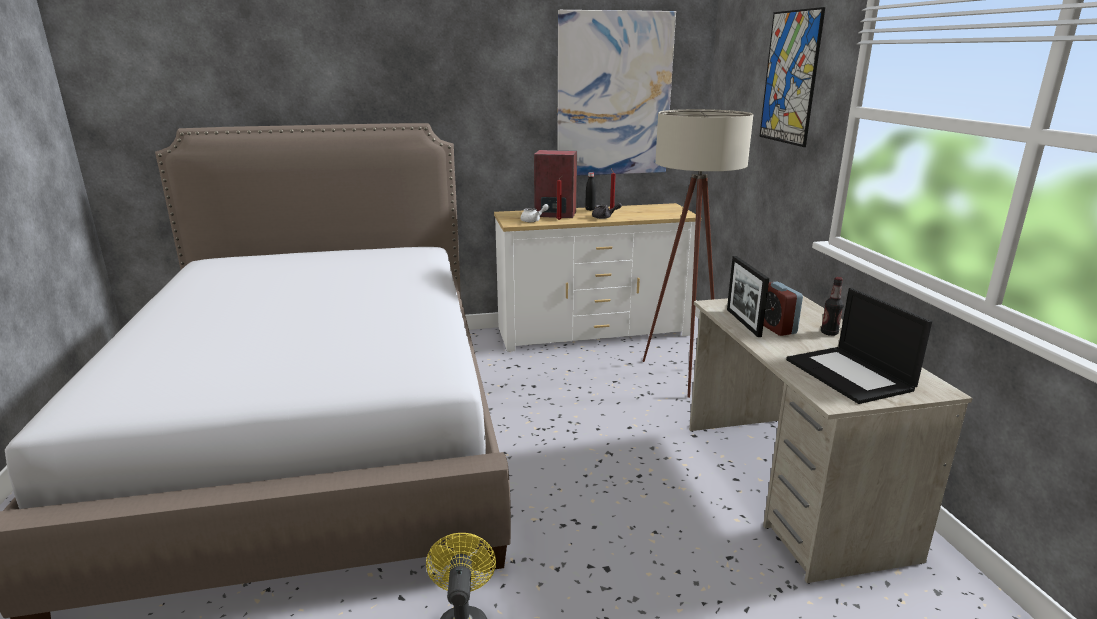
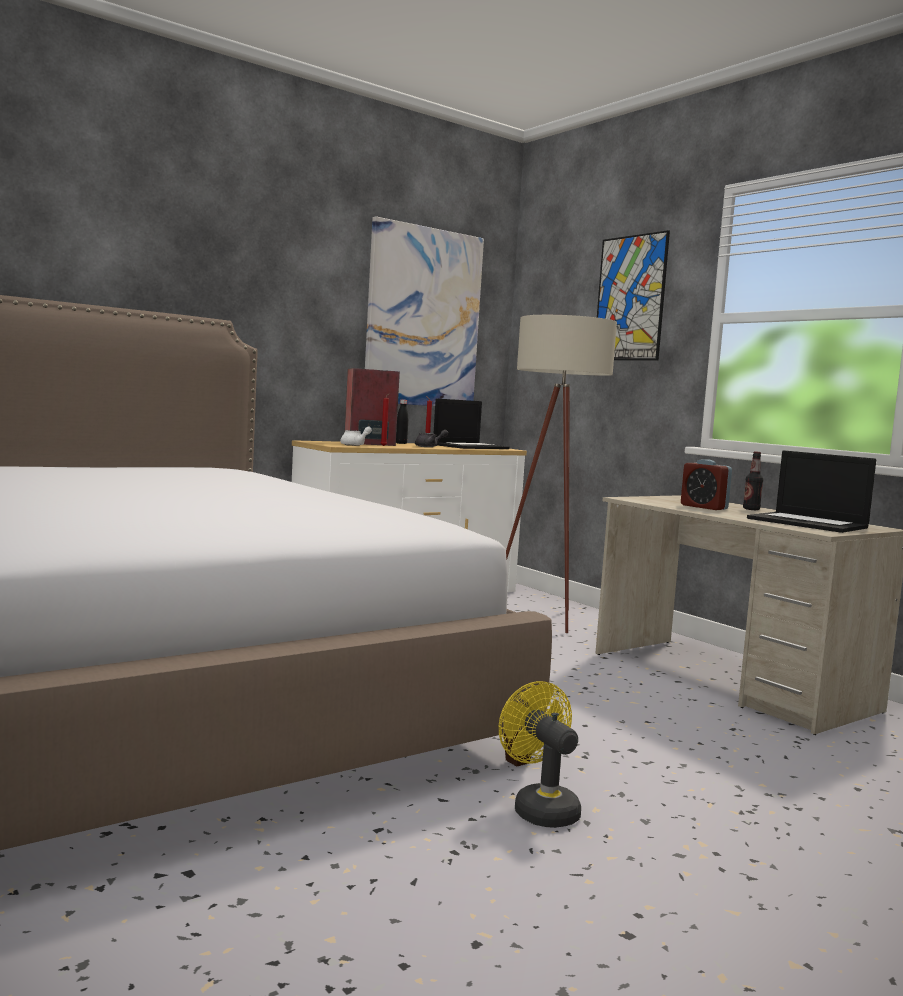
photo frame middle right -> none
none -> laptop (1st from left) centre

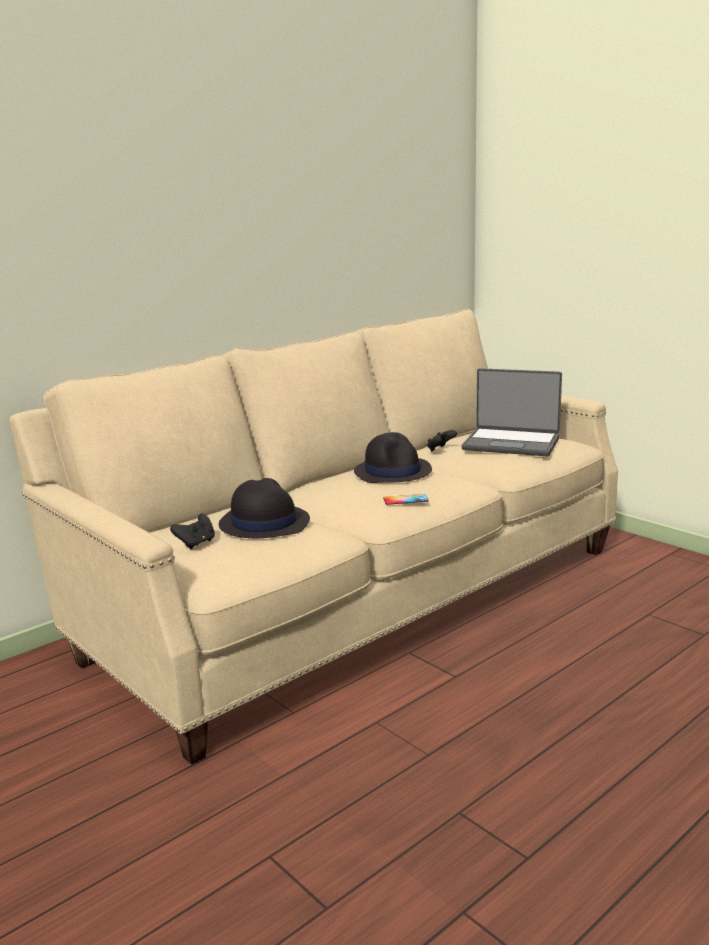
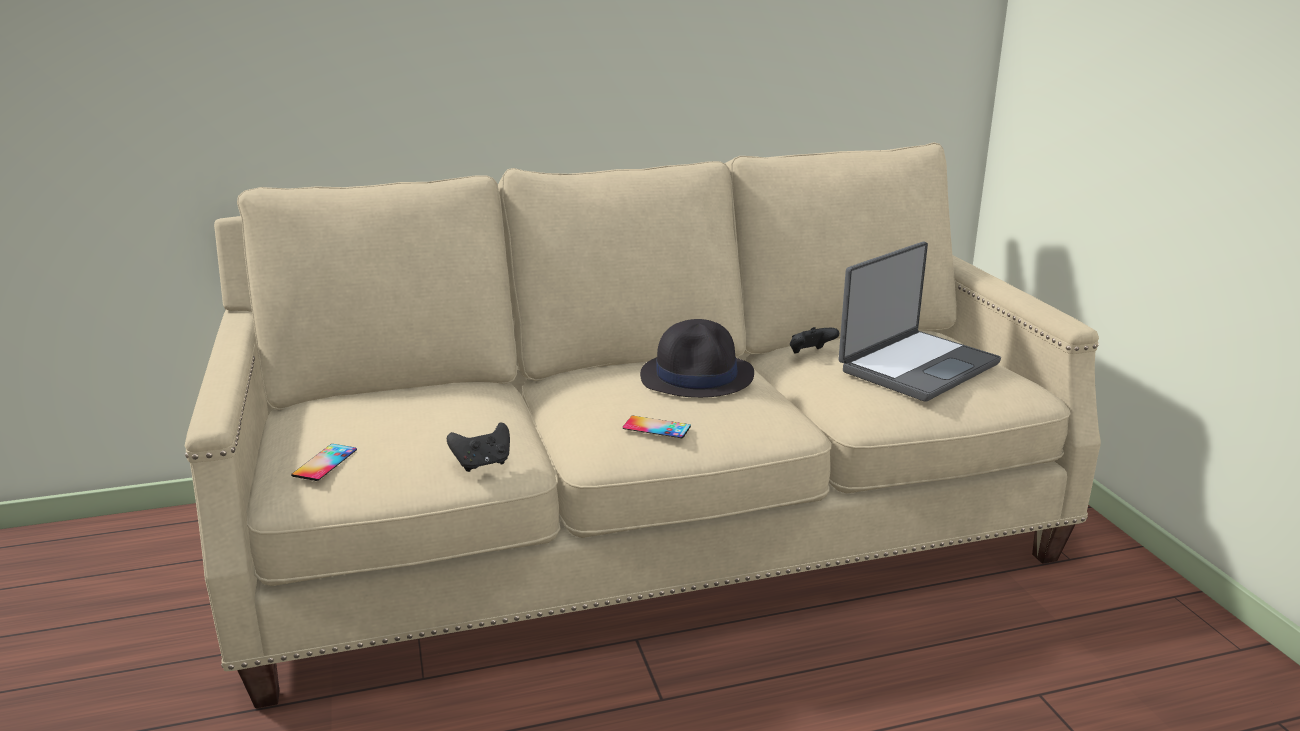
black hat (1st from left) centre -> none
none -> handset (1st from left) middle left
black game controller (1st from left) middle left -> black game controller (1st from left) centre, move
laptop middle right, 90 degrees counterclockwise

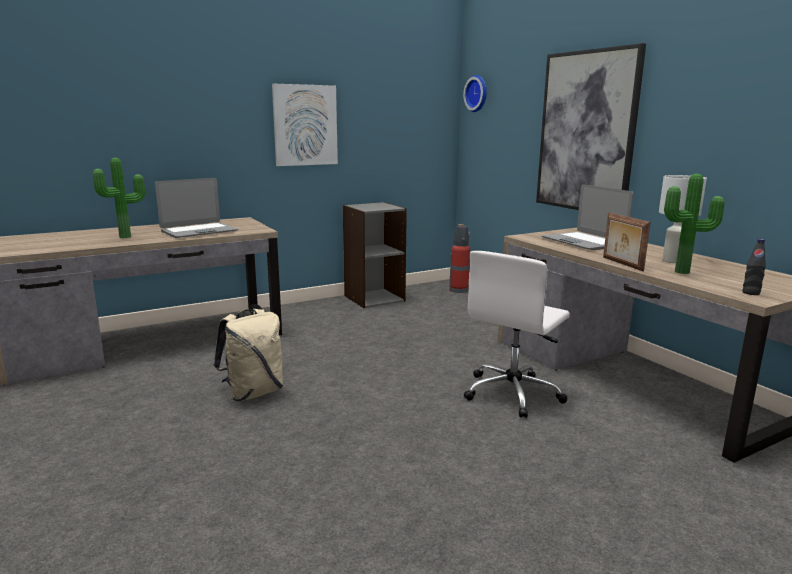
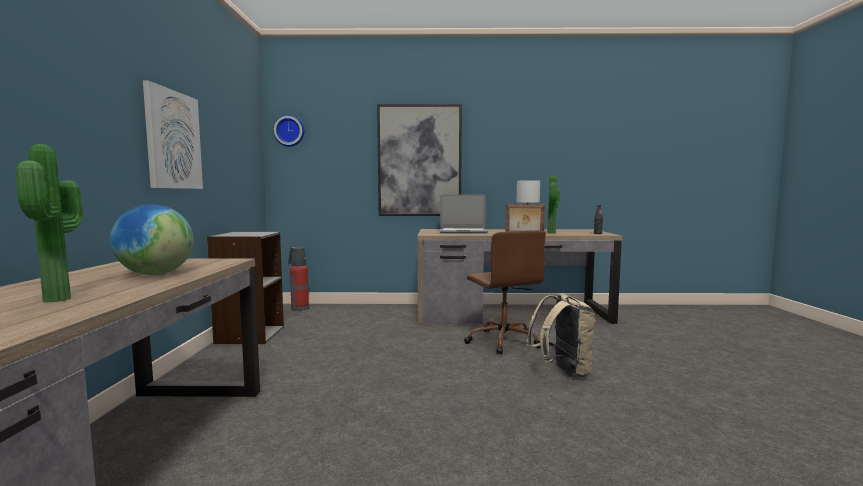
beige-coloured knapsack middle left -> beige-coloured knapsack bottom centre, move
laptop (1st from left) middle left -> desk globe middle left
whitish computer chair centre -> brown-coloured computer chair centre

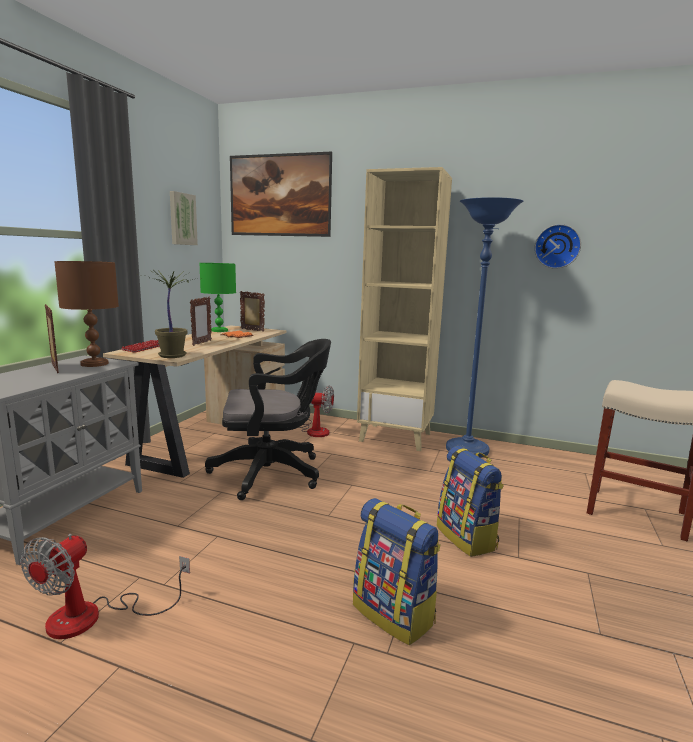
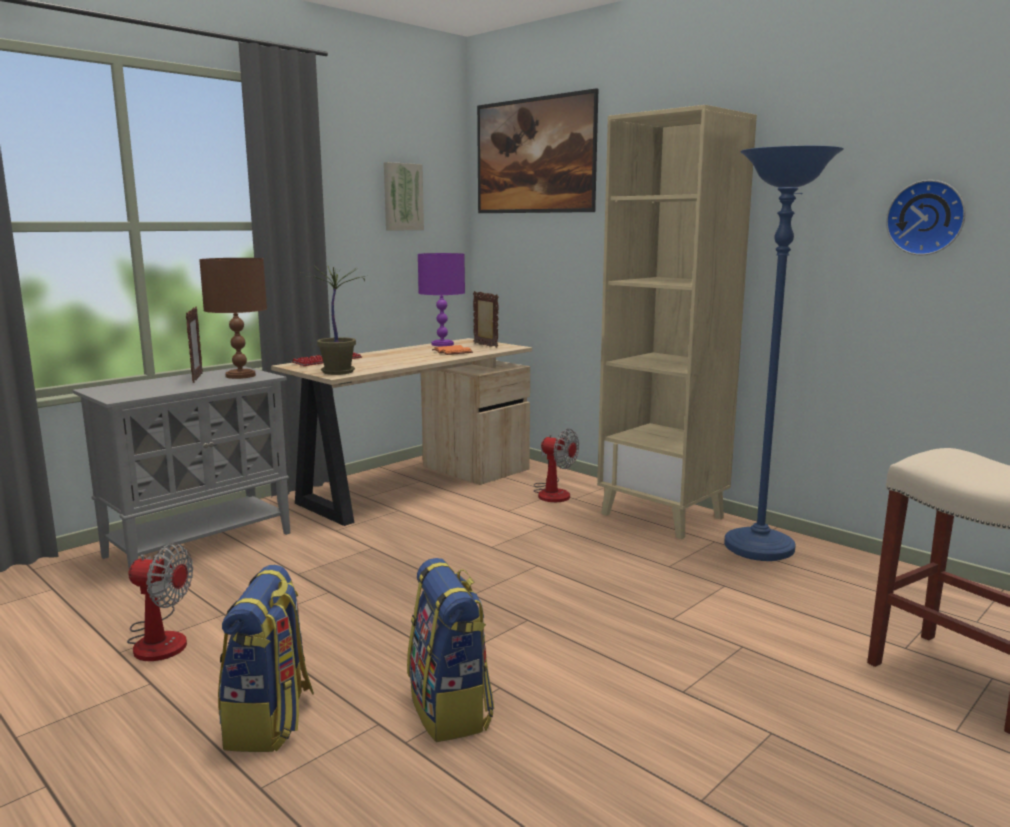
photo frame (2nd from left) middle left -> none
black computer chair centre -> none
knapsack (2nd from left in the first image) bottom right -> knapsack (1st from left) bottom left, move
greenish table lamp middle left -> purplish table lamp centre
cooling fan (1st from left) bottom left, 120 degrees counterclockwise

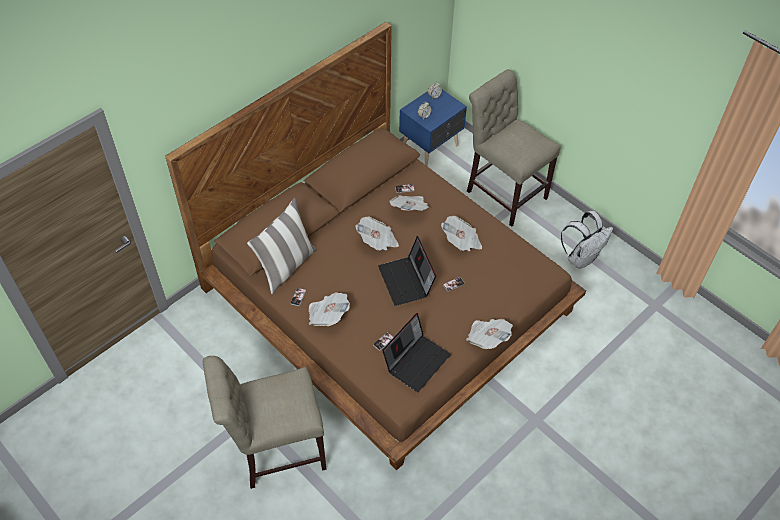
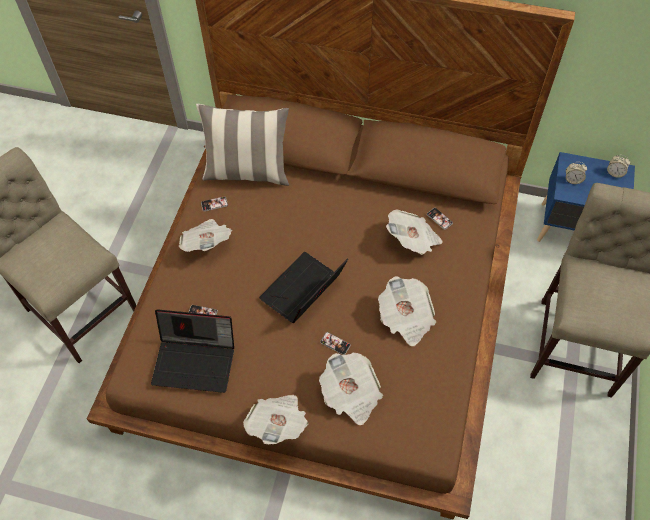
whitish knapsack middle right -> none
daily paper (2nd from left in the first image) centre -> daily paper (3rd from left) bottom centre, move

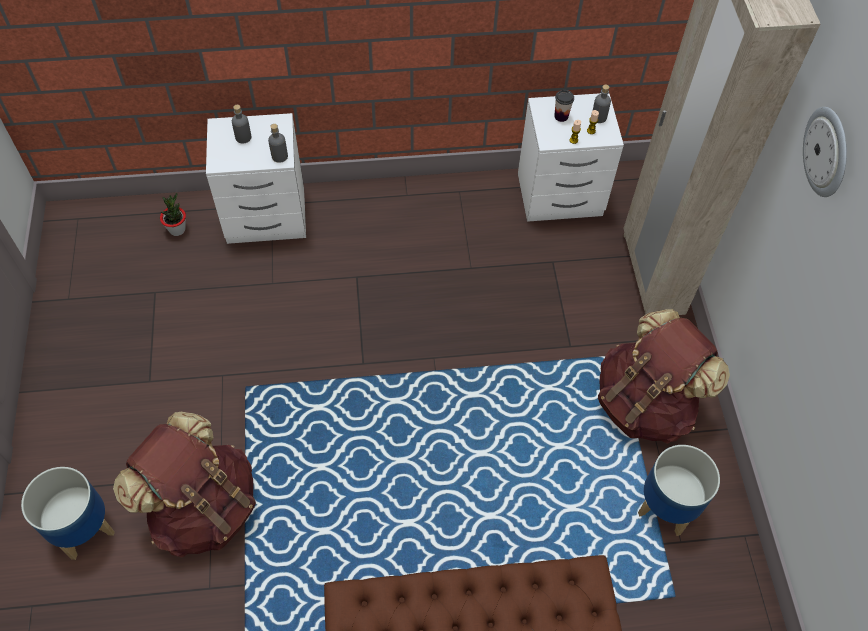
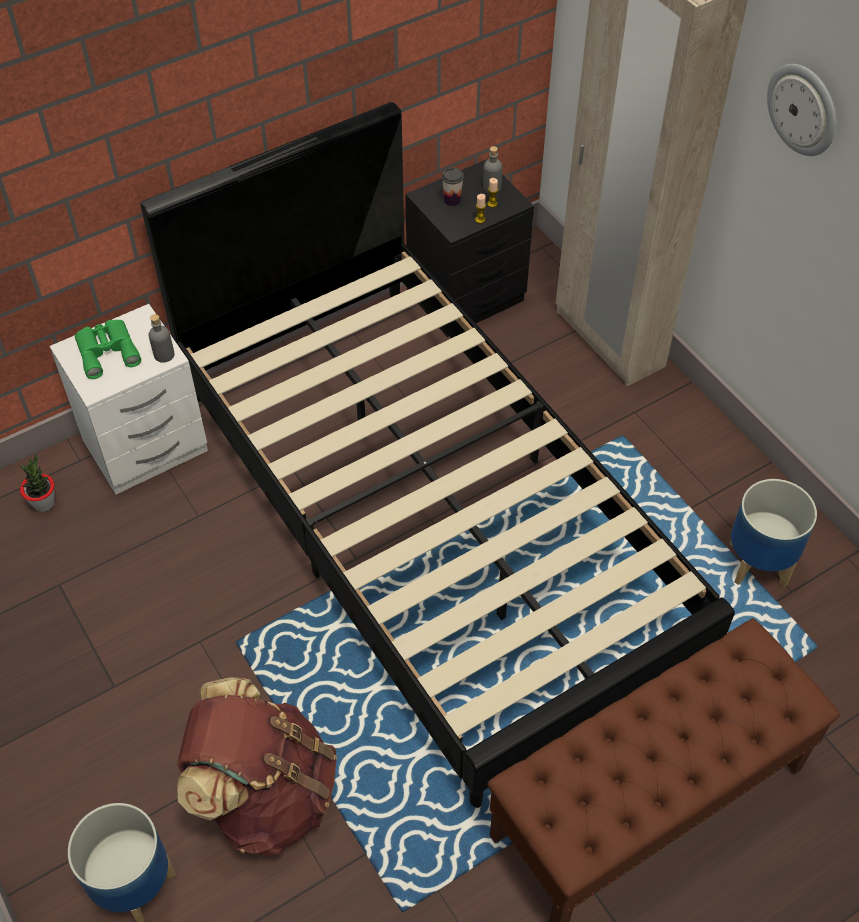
brown-coloured knapsack (2nd from left) middle right -> none
none -> black bed centre
greyish drink bottle (1st from left) top left -> greenish field glasses middle left
whitish bedside table (2nd from left) top centre -> black bedside table top centre

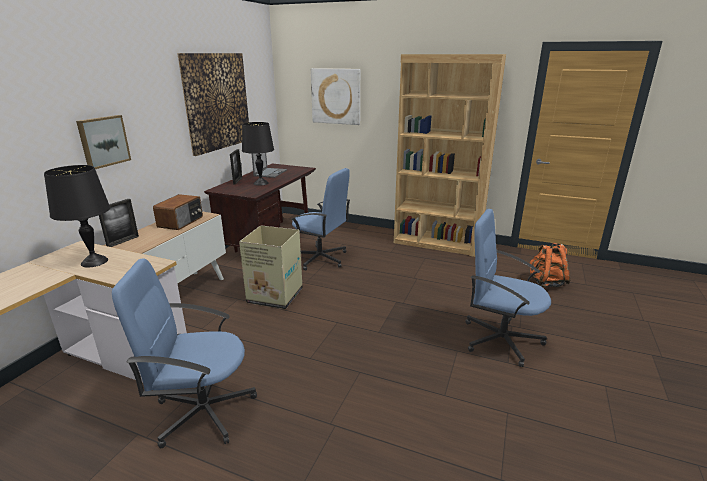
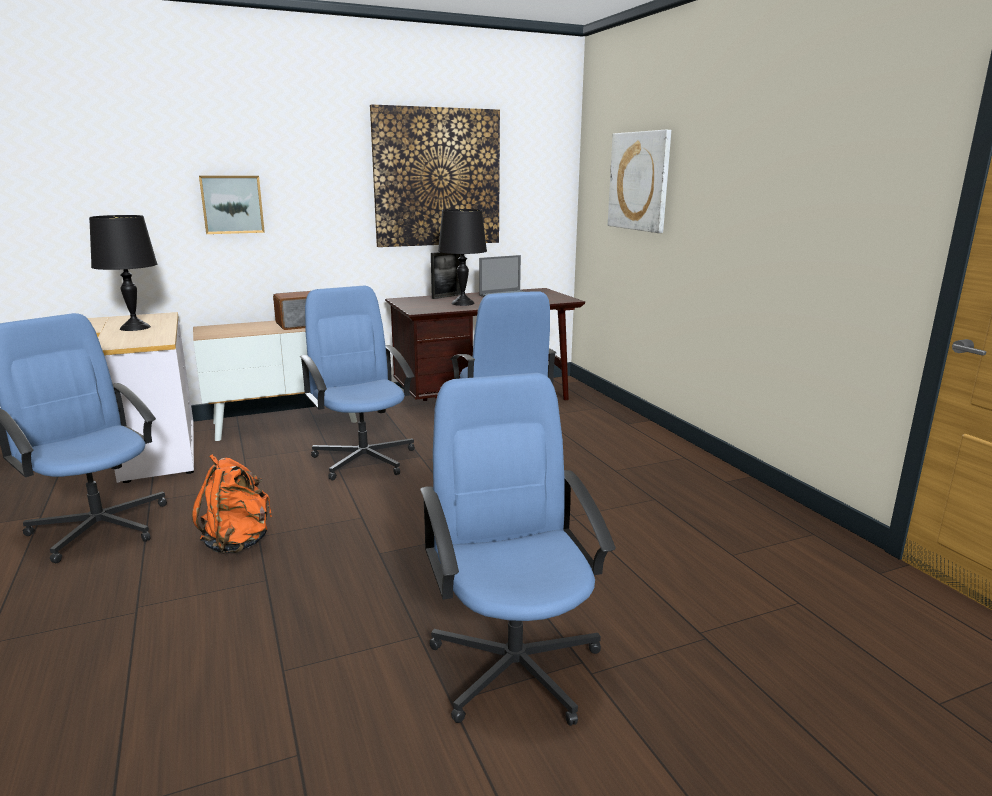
photo frame (1st from left) middle left -> none
brown-coloured bookcase top centre -> none
orangey knapsack middle right -> orangey knapsack middle left, move
packing box centre -> blue computer chair (2nd from left) centre

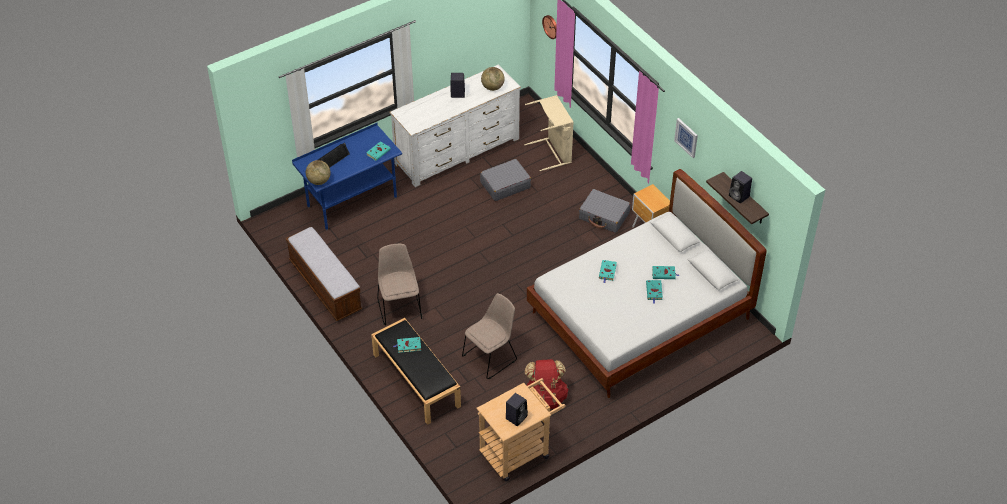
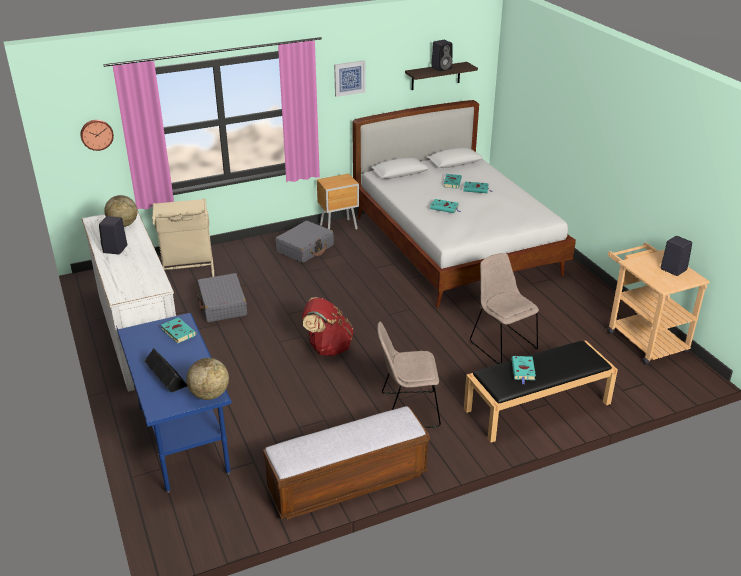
red knapsack bottom centre -> red knapsack centre, move

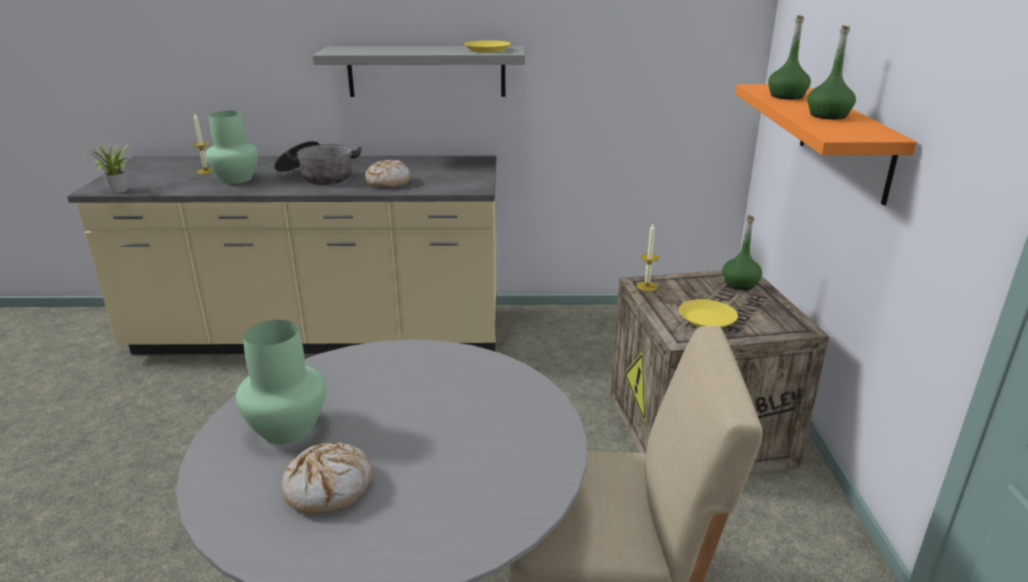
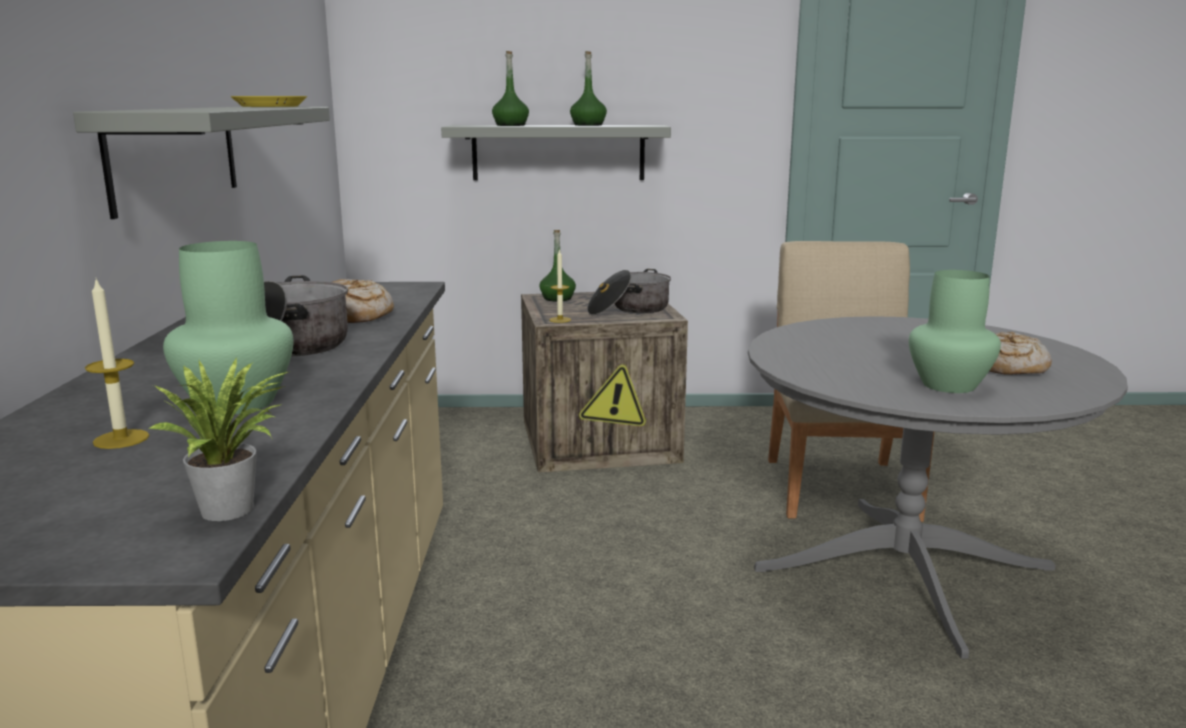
yellow dinner plate (2nd from left) middle right -> stockpot (2nd from left) centre
orangey wall shelf top right -> greyish wall shelf (2nd from left) top centre

